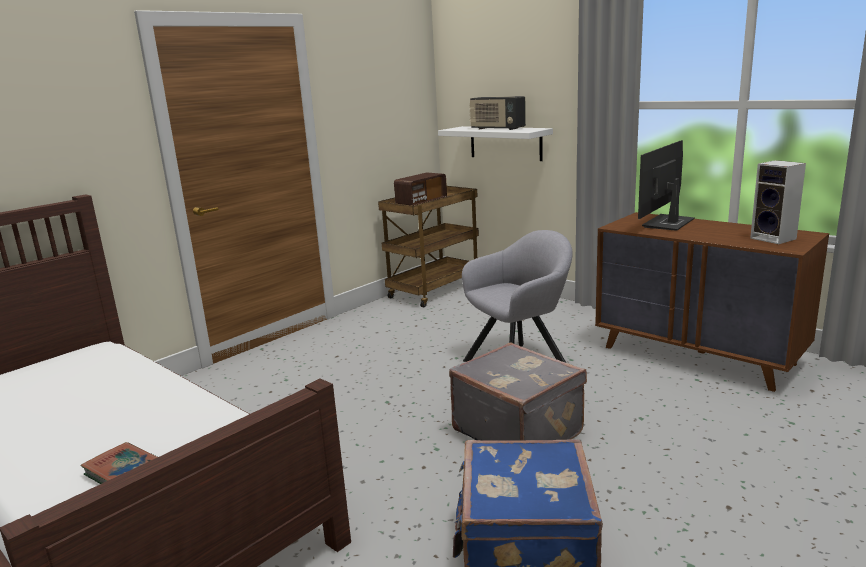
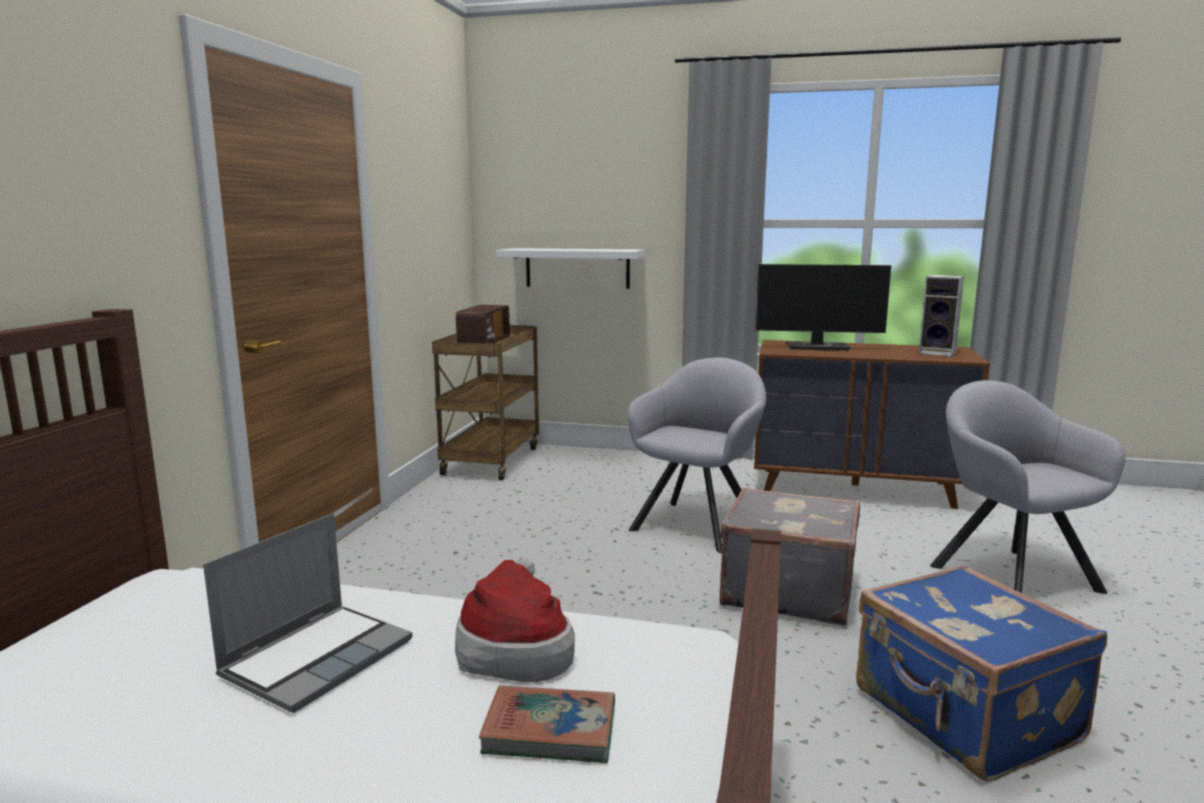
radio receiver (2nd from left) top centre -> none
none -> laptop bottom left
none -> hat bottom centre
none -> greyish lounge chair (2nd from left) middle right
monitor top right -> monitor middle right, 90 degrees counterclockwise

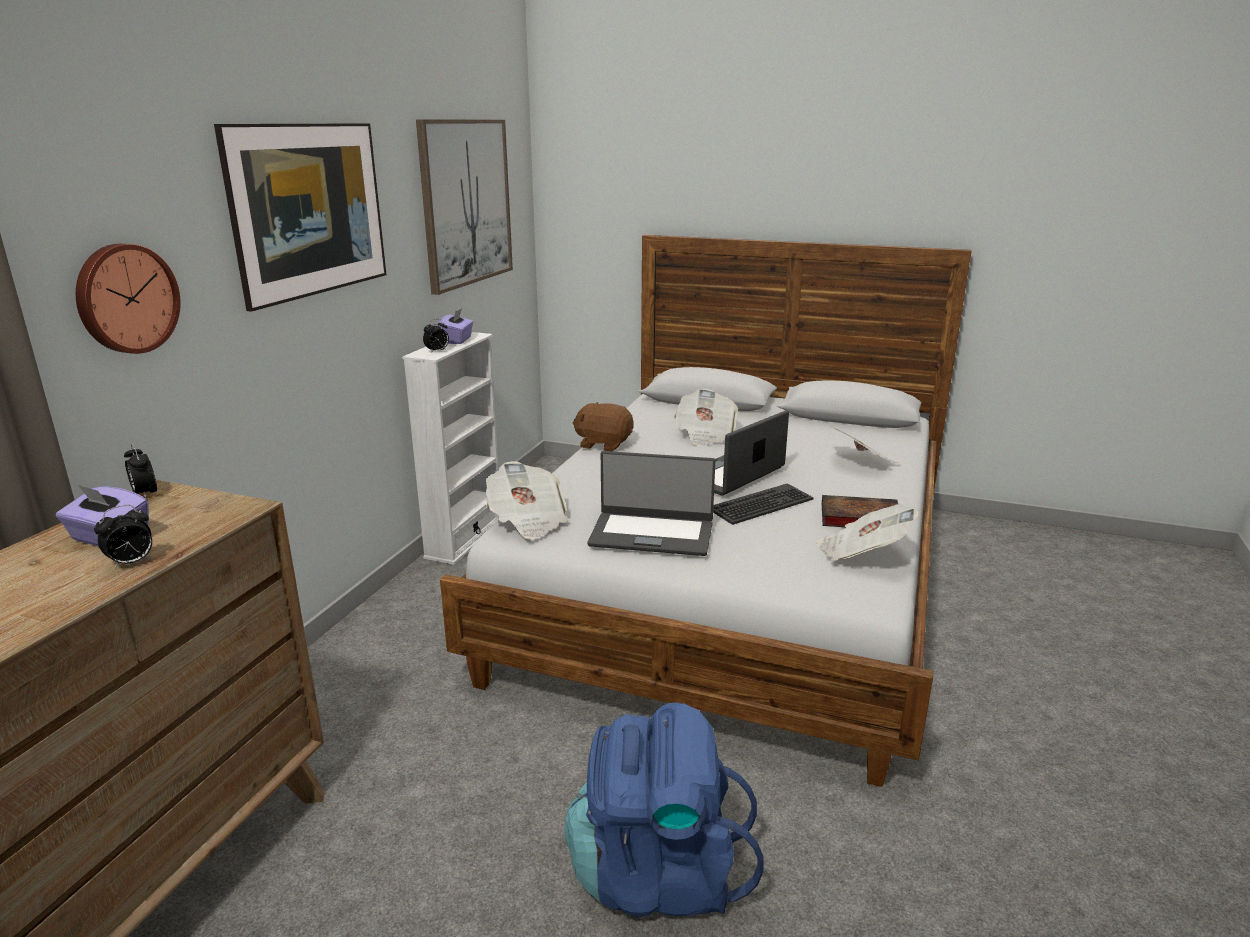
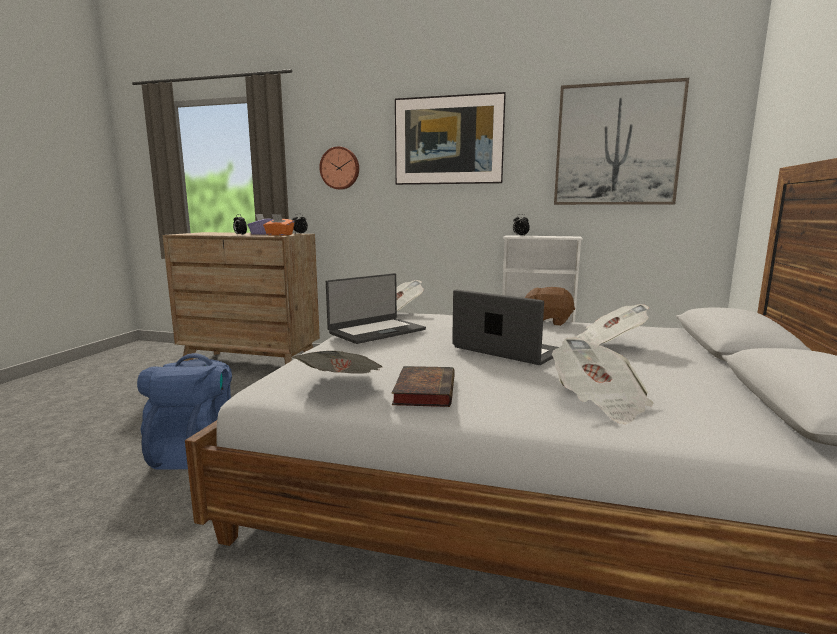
purplish tissue box (2nd from left) centre -> none
computer keyboard centre -> none
none -> orangey tissue box middle left
brown-coloured plush toy centre, 90 degrees counterclockwise
laptop (1st from left) centre, 135 degrees counterclockwise

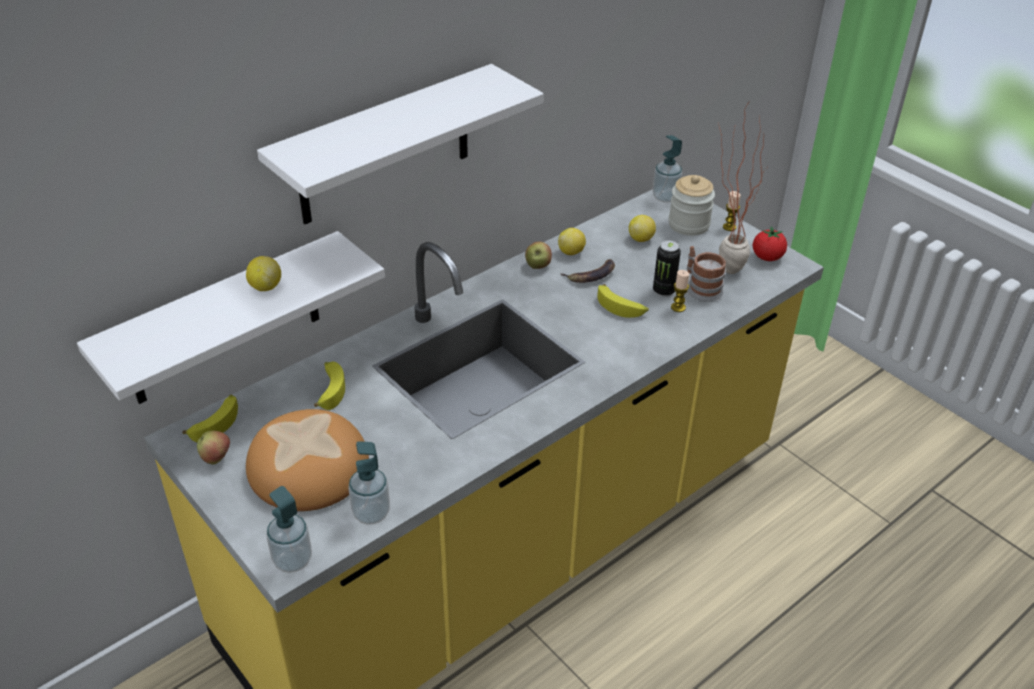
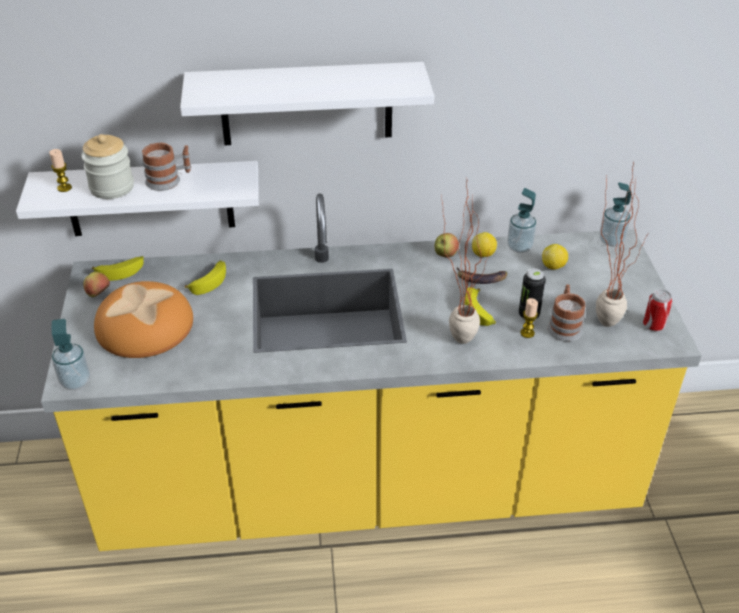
none -> potted plant (1st from left) centre
liquid soap bottle (2nd from left) bottom centre -> liquid soap bottle (2nd from left) middle right, move
preserve jar top right -> preserve jar top left, move
candle (2nd from left in the first image) top right -> candle (1st from left) top left, move
whole lemon (1st from left) middle left -> mug (1st from left) top left
whole tomato middle right -> sealed can (2nd from left) middle right

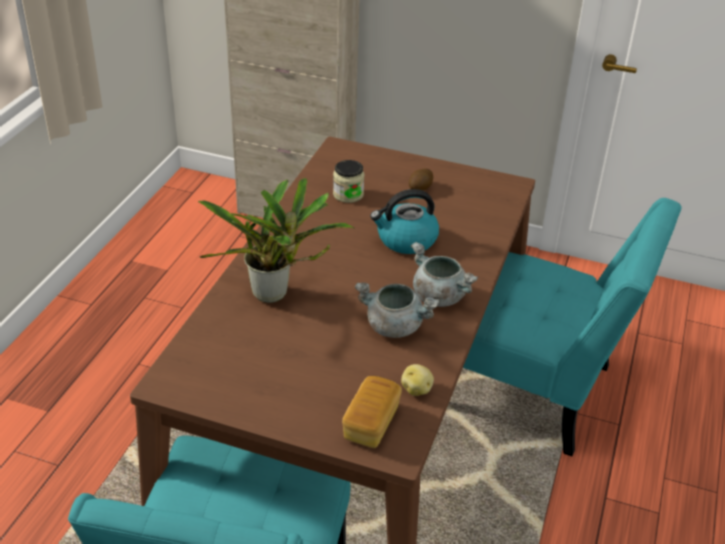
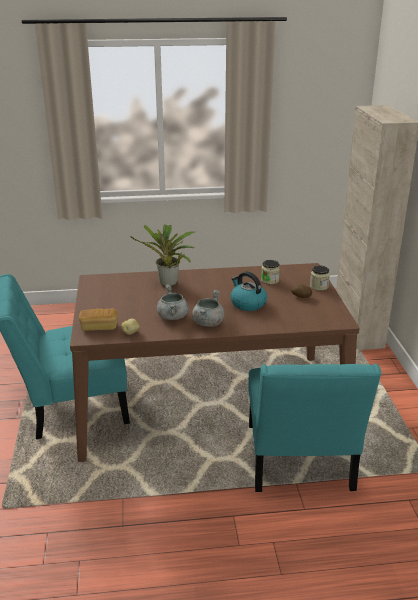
none -> preserve jar (2nd from left) middle right

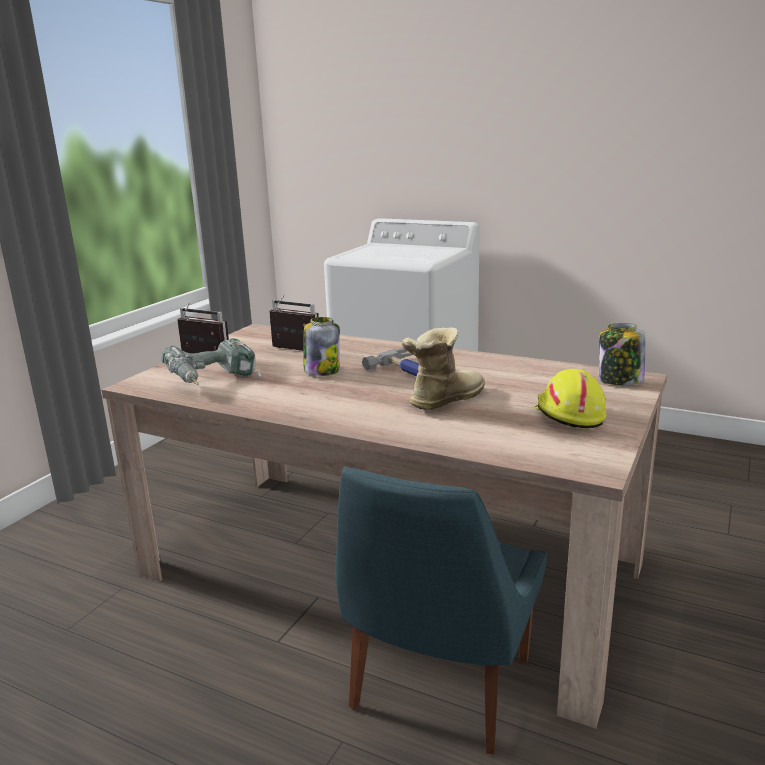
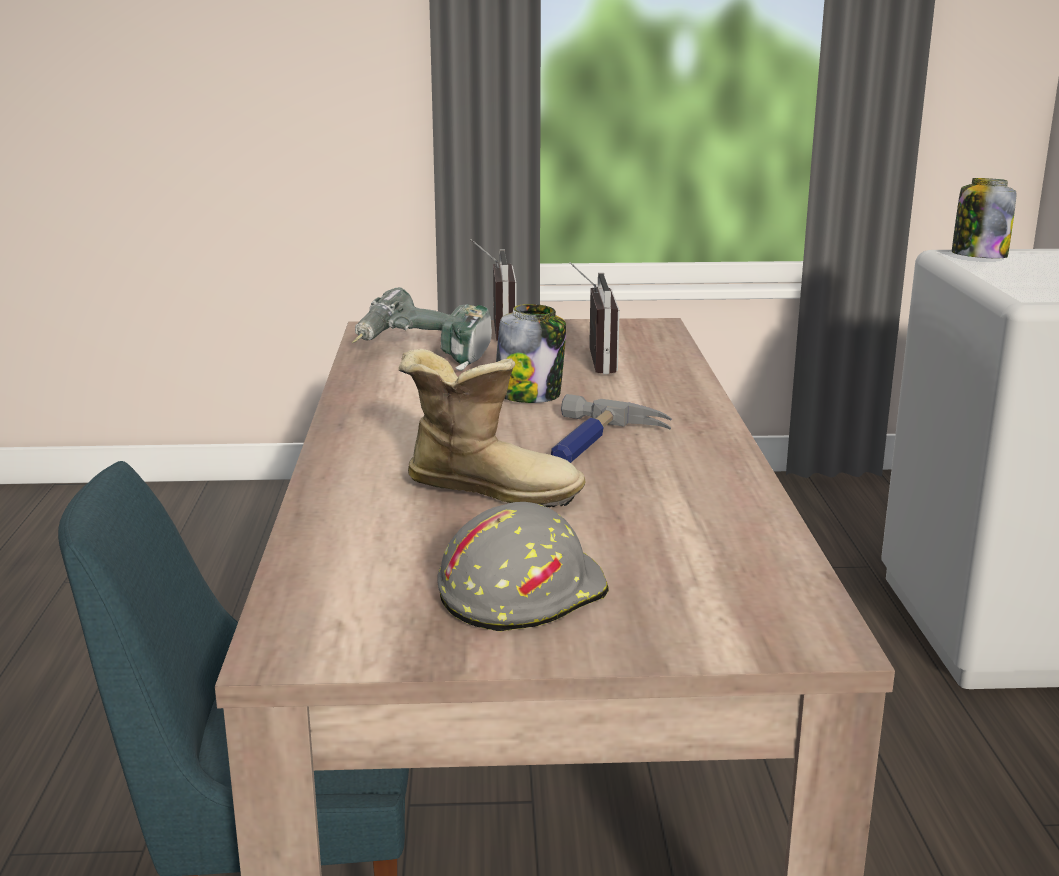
preserve jar (2nd from left) middle right -> preserve jar (2nd from left) top right, move
yellow safety helmet middle right -> greyish safety helmet centre

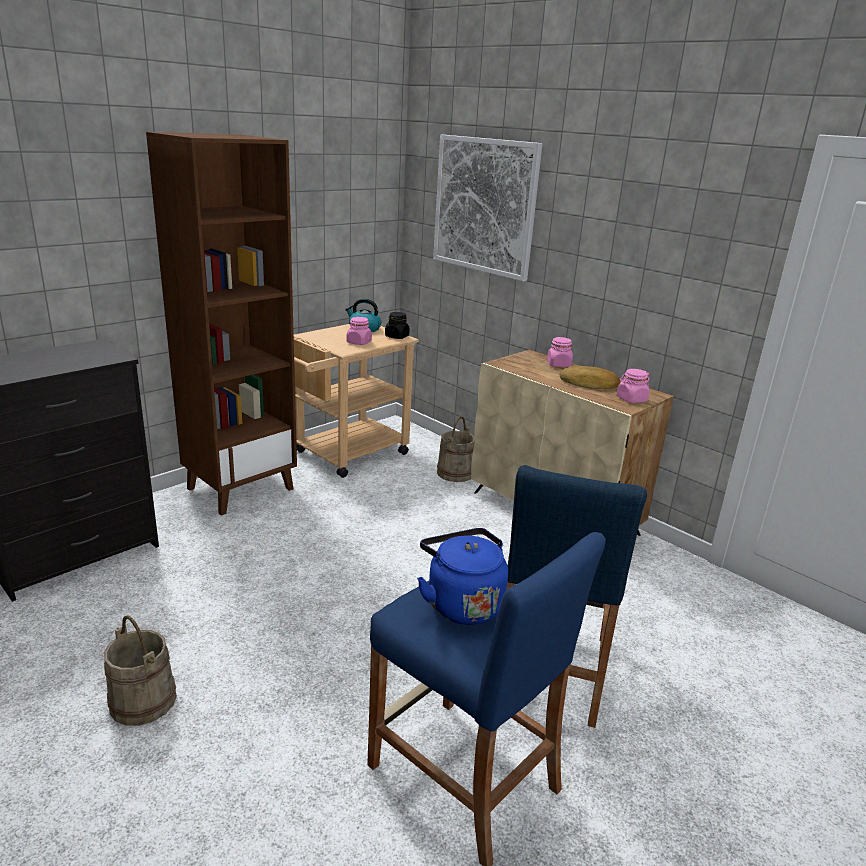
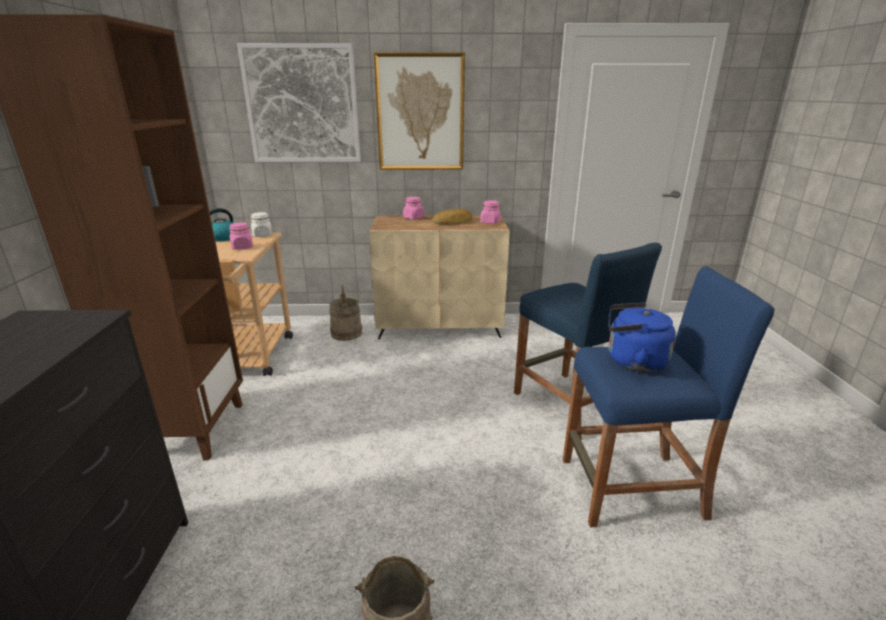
none -> picture (2nd from left) top centre
black preserve jar centre -> whitish preserve jar middle left

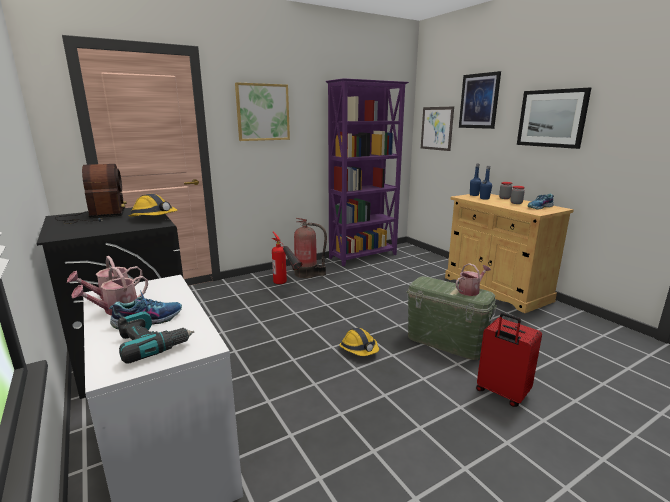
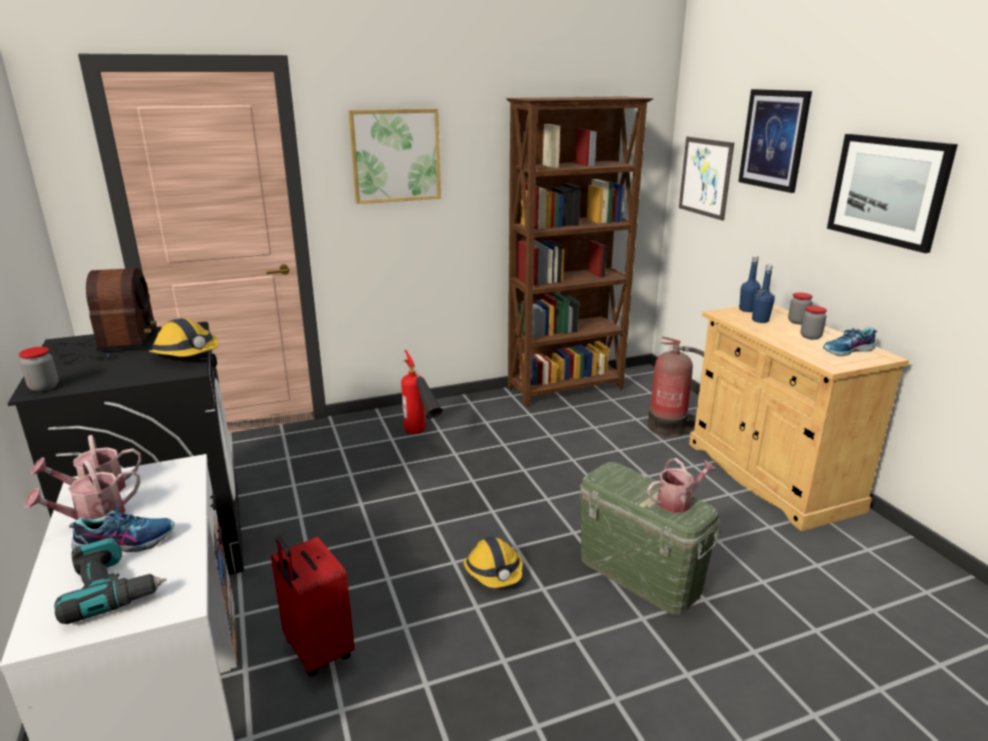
none -> preserve jar (1st from left) middle left
extinguisher (2nd from left) centre -> extinguisher (2nd from left) middle right, move
red travel case bottom right -> red travel case bottom left, move
purplish bookcase centre -> brown-coloured bookcase centre

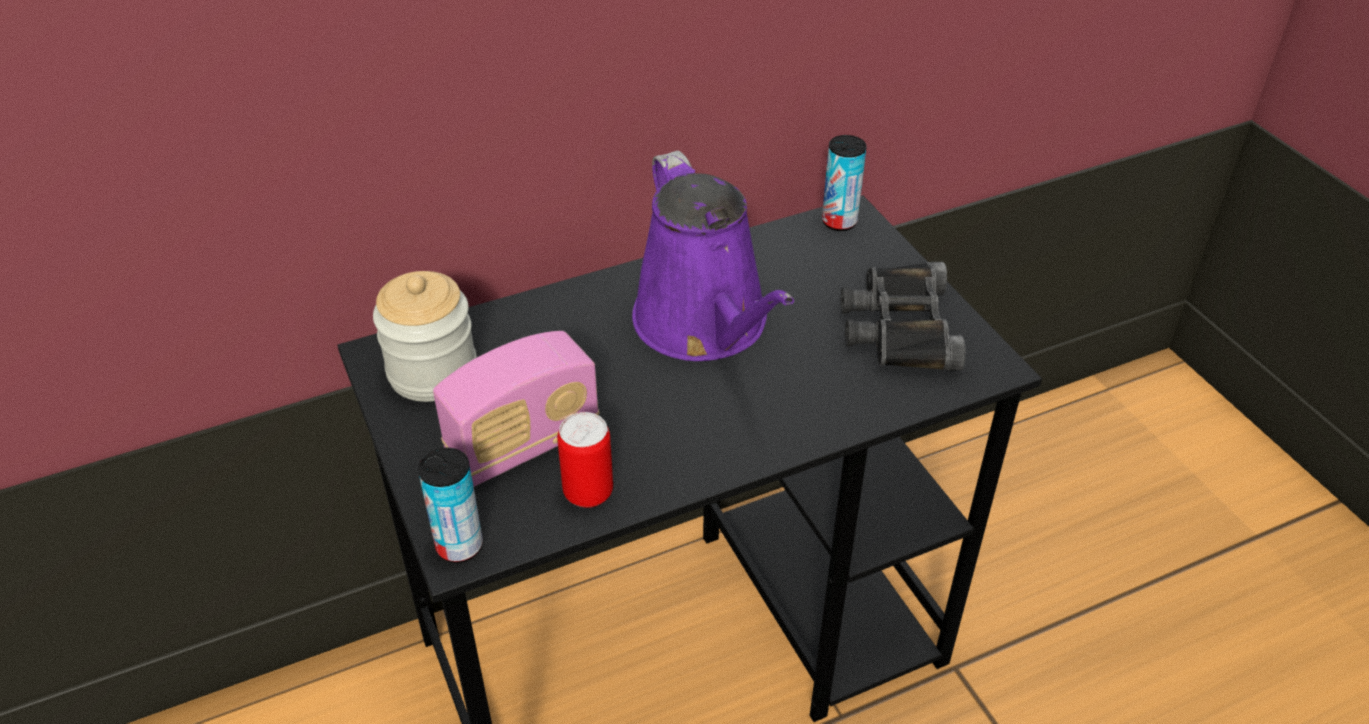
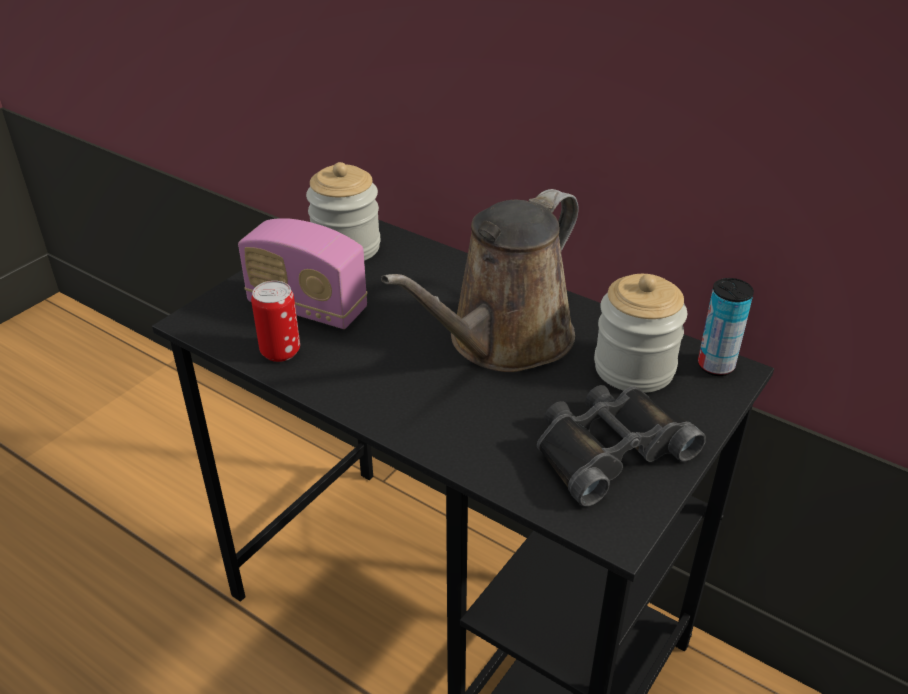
sealed can (1st from left) bottom left -> none
none -> preserve jar (2nd from left) middle right
purplish watering pot centre -> brown-coloured watering pot centre

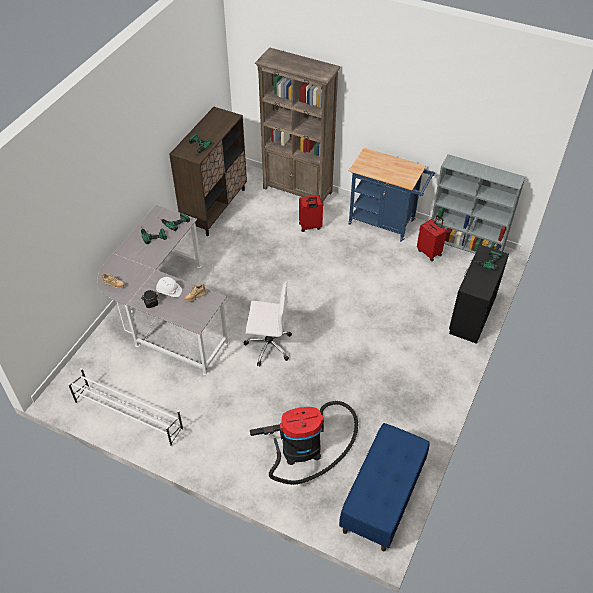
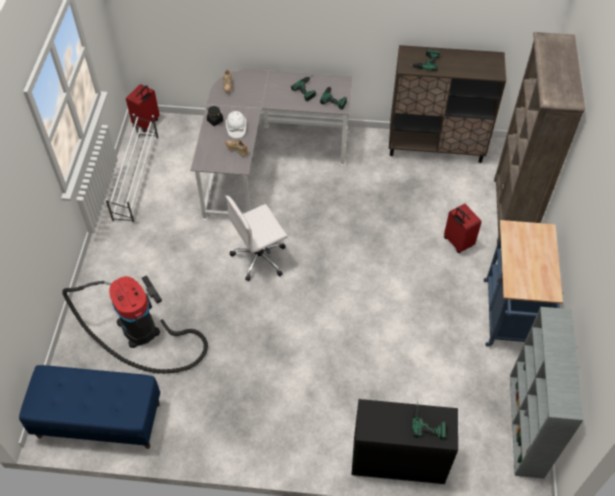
red travel case (2nd from left in the first image) middle right -> red travel case (1st from left) top left, move
whitish computer chair centre, 75 degrees clockwise

